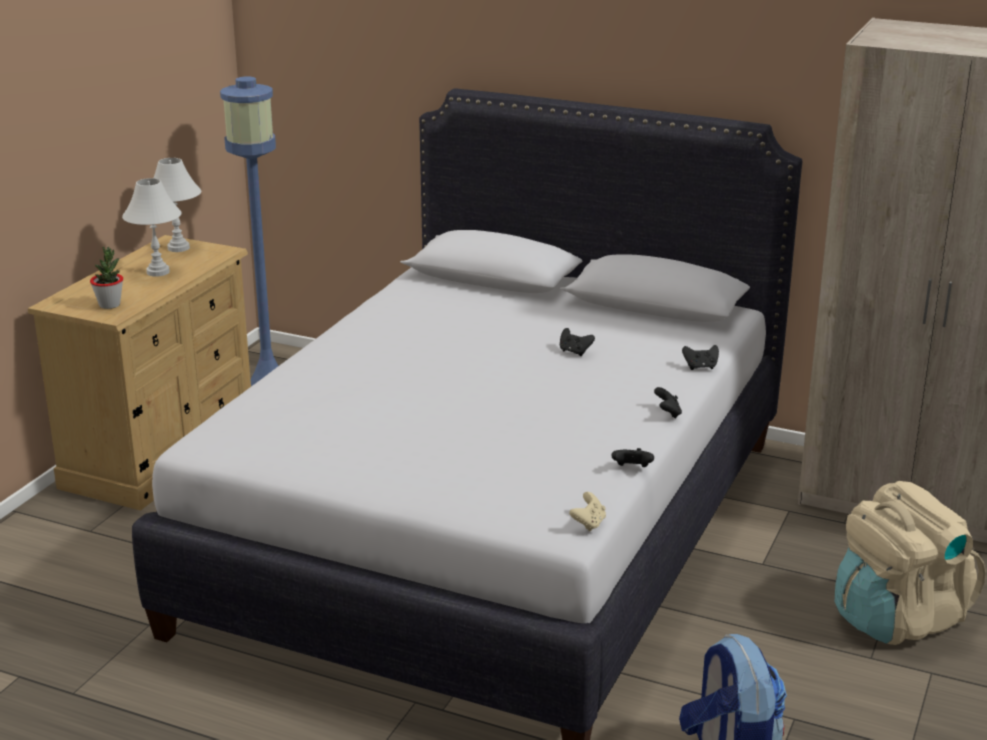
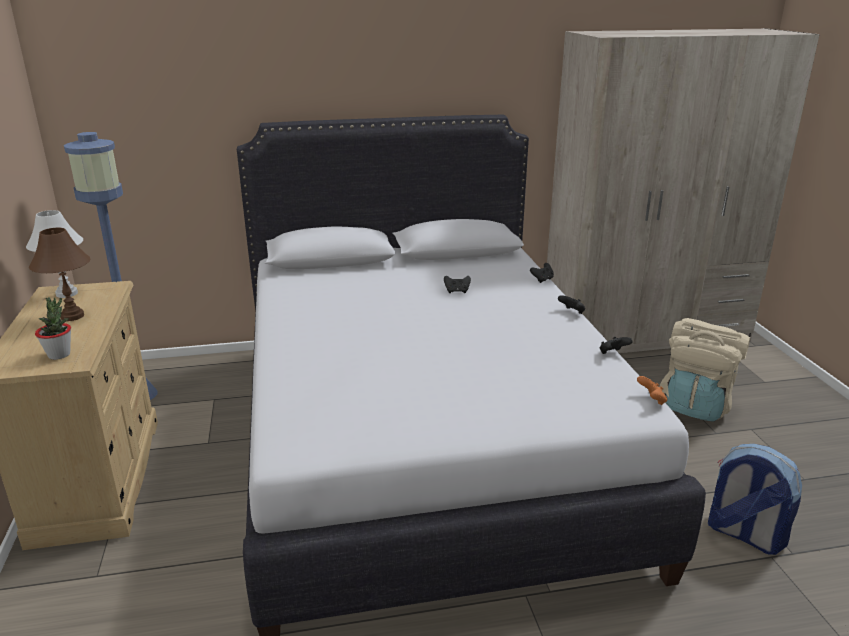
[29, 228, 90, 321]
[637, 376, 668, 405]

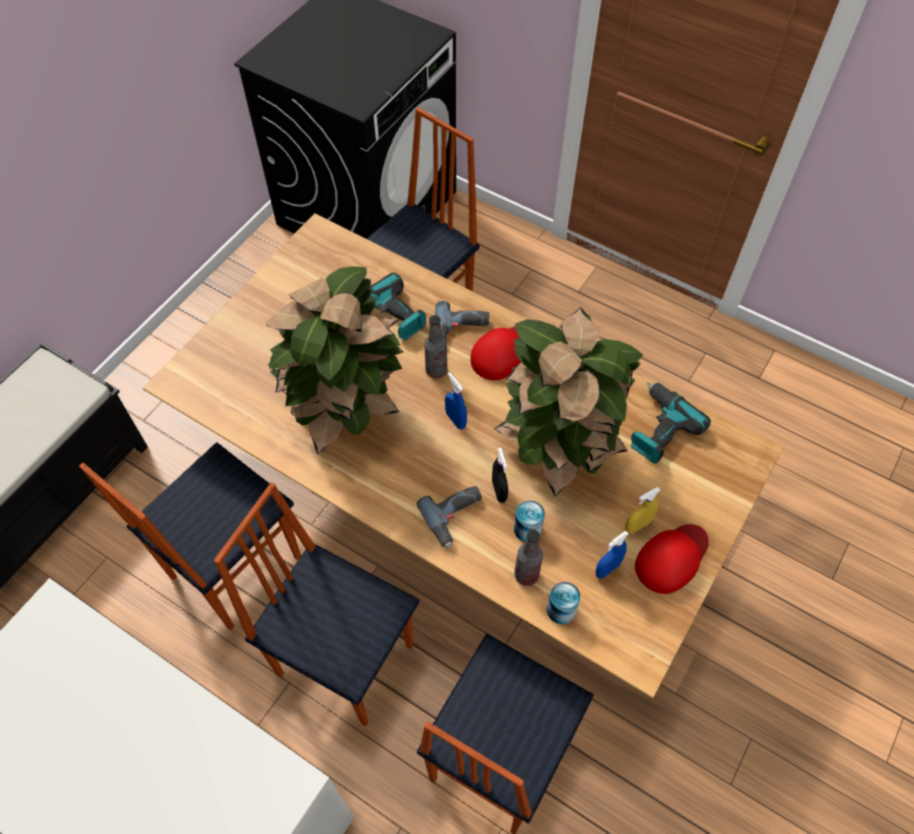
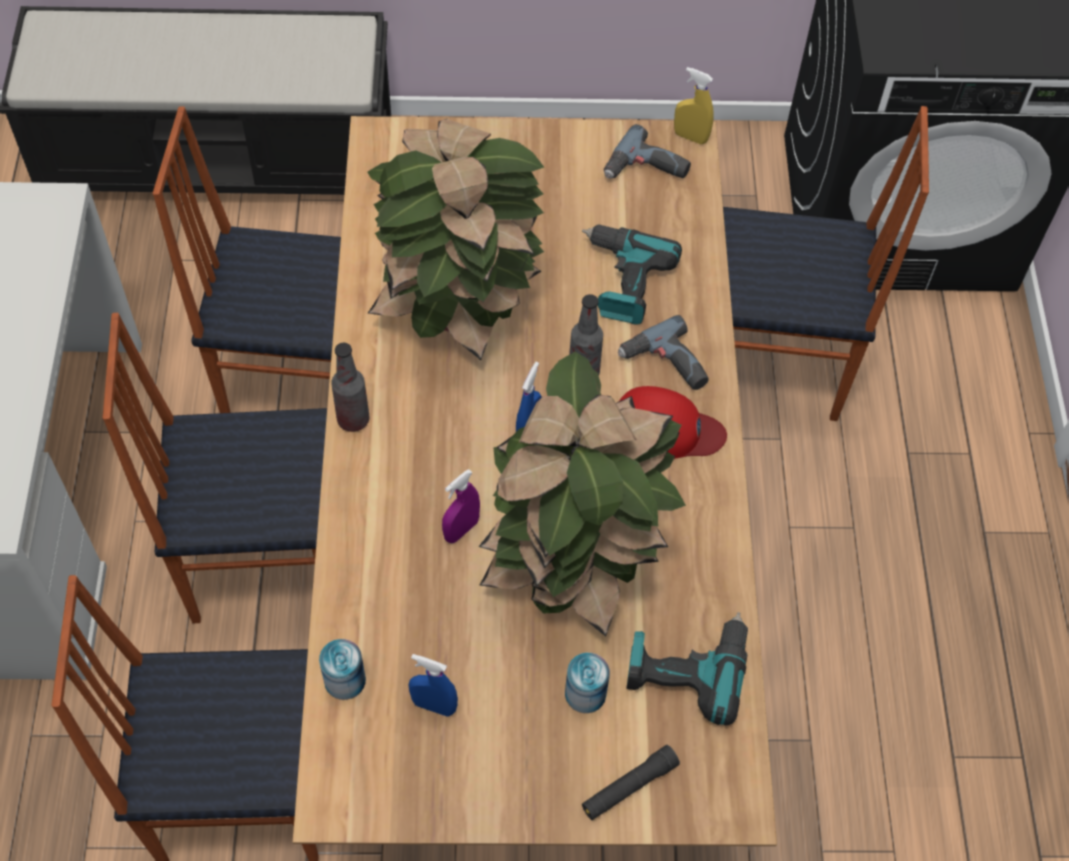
[635, 524, 709, 594] (first image)
[582, 745, 680, 820]
[604, 124, 691, 179]
[565, 653, 610, 713]
[331, 343, 369, 432]
[674, 67, 714, 144]
[442, 469, 480, 543]
[103, 313, 327, 623]

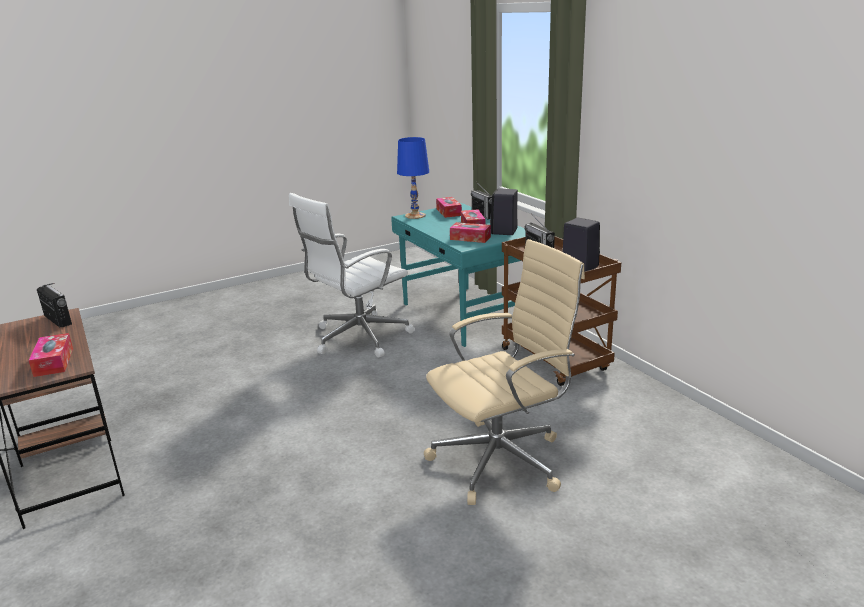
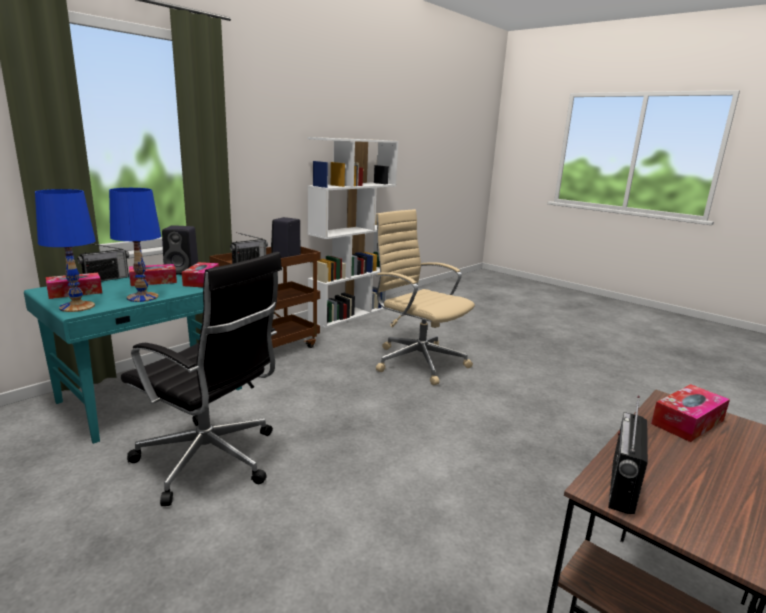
[109, 188, 161, 302]
[307, 137, 399, 328]
[121, 252, 282, 506]

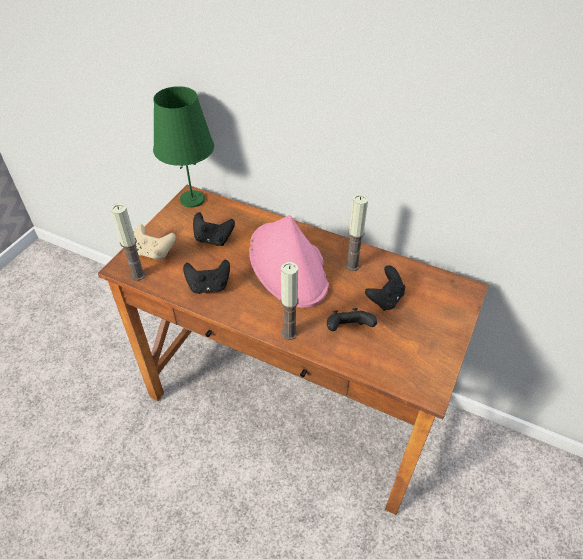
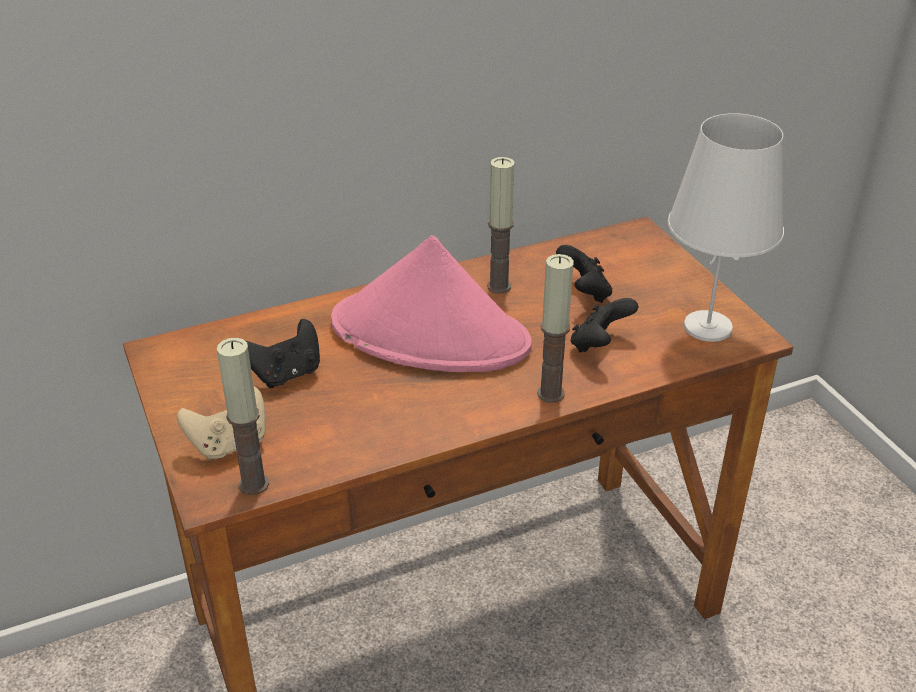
[153, 86, 214, 208] (first image)
[183, 260, 230, 294] (first image)
[668, 113, 784, 342]

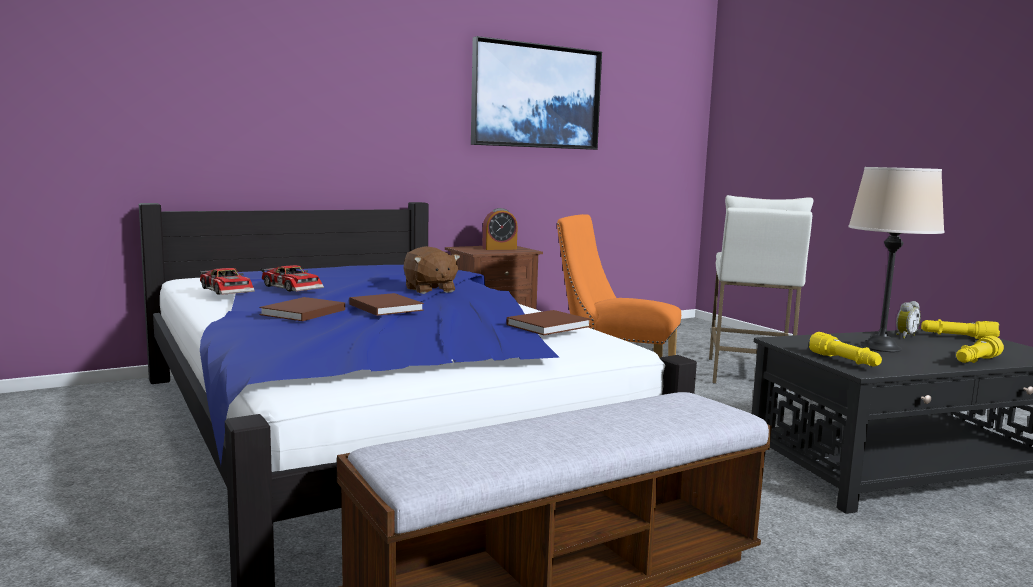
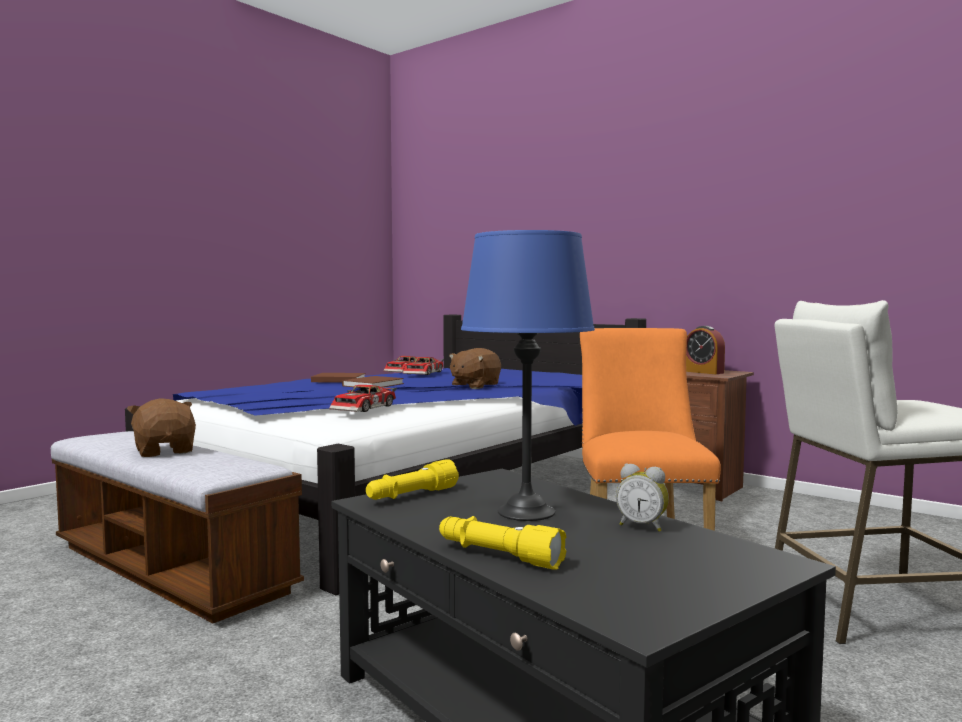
[471, 36, 602, 150] (first image)
[921, 319, 1000, 339] (first image)
[127, 398, 196, 457]
[329, 385, 397, 412]
[461, 230, 595, 521]

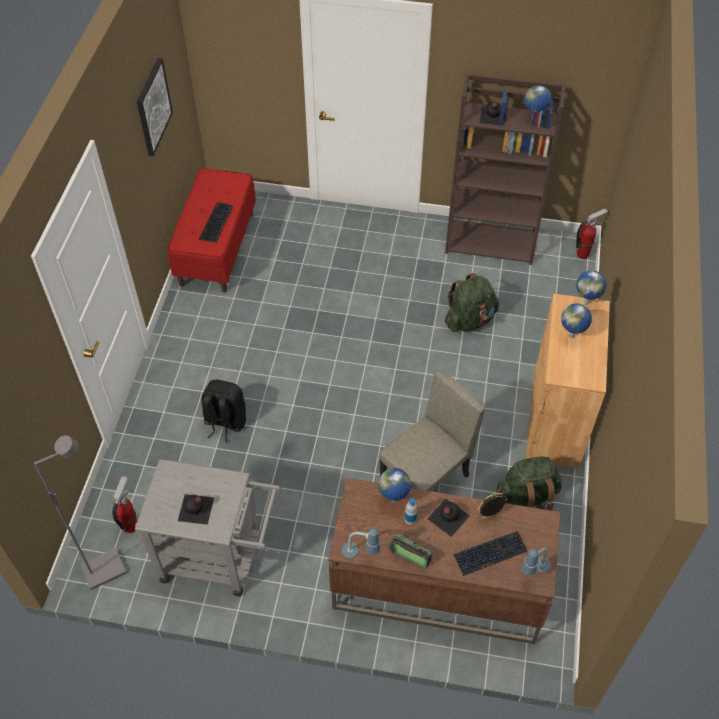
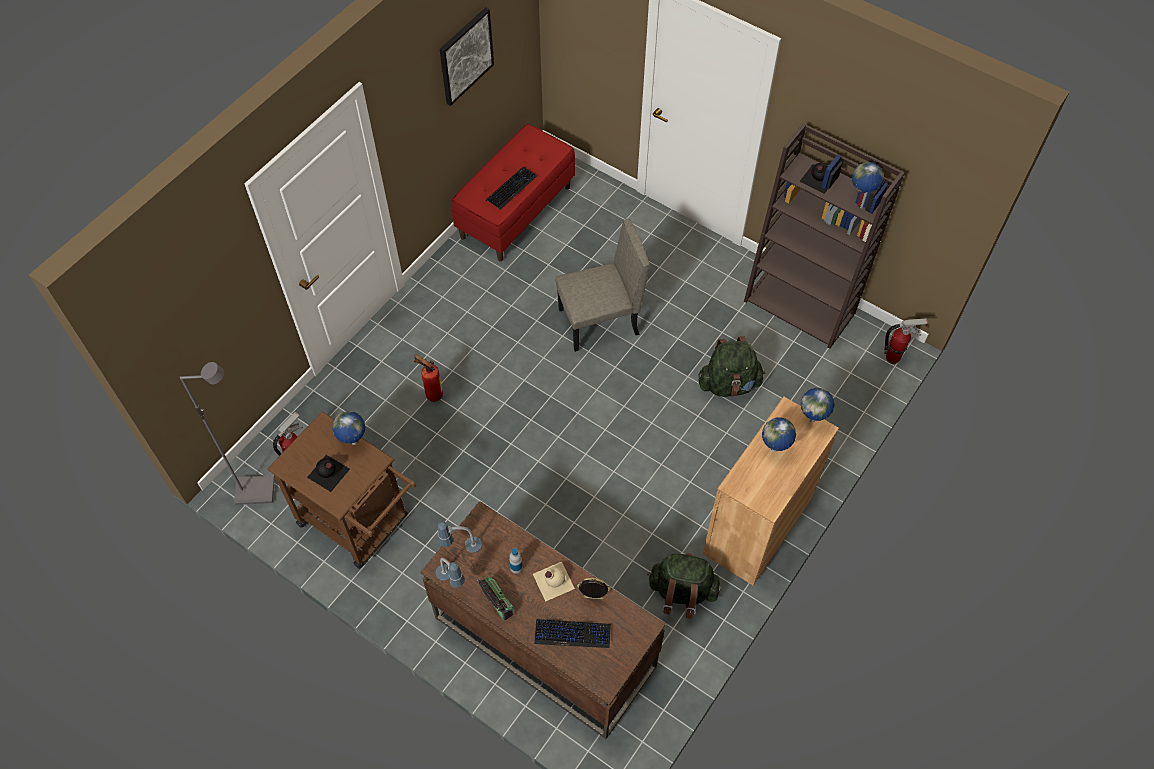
[332, 411, 365, 445]
[556, 219, 650, 352]
[438, 521, 482, 553]
[414, 354, 443, 402]
[267, 411, 416, 569]
[533, 562, 575, 602]

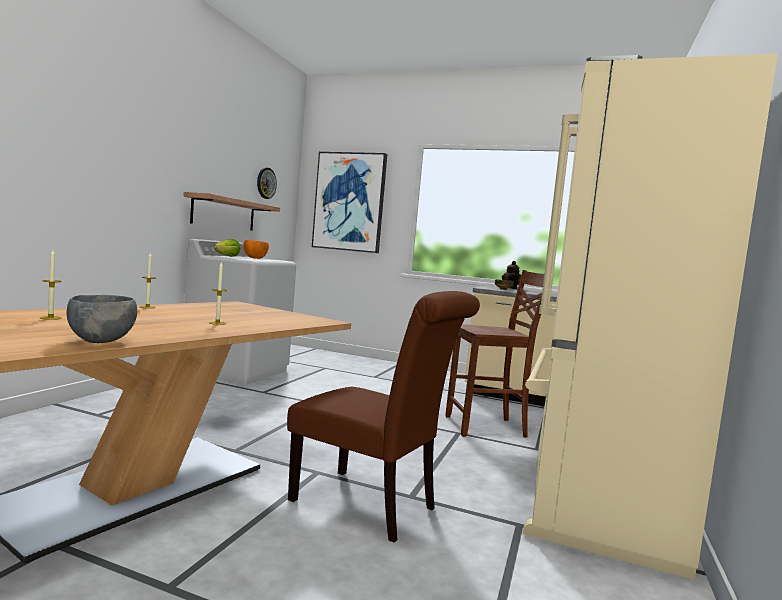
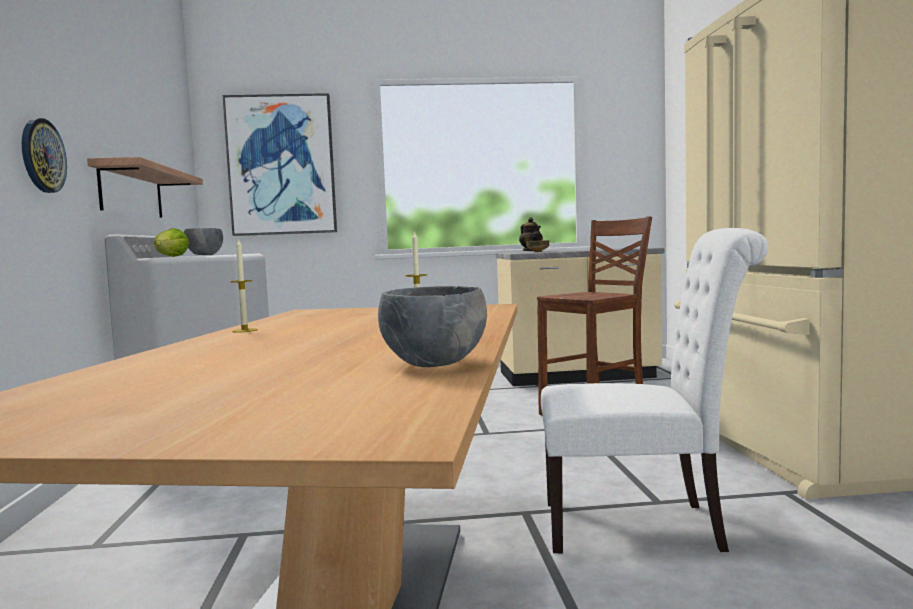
[40, 250, 62, 320] (first image)
[22, 118, 67, 193]
[184, 228, 223, 255]
[541, 228, 768, 553]

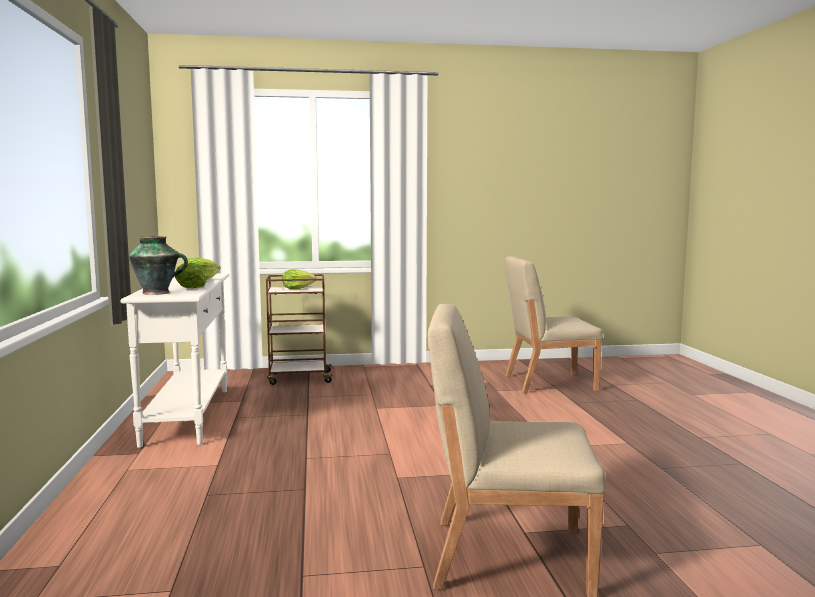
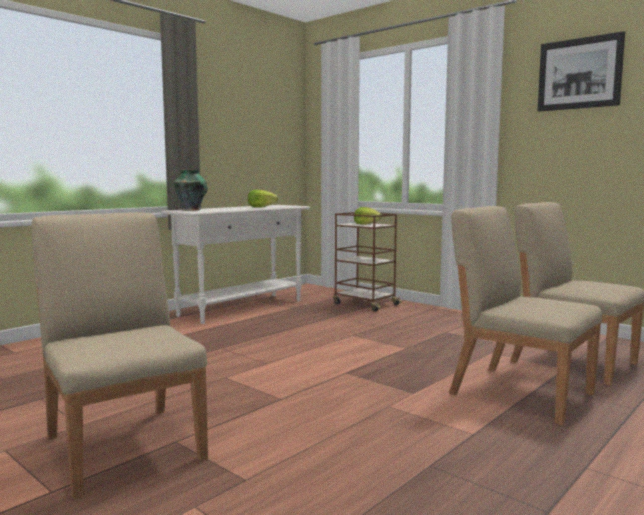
[175, 263, 207, 288] (first image)
[449, 206, 602, 425]
[537, 31, 625, 112]

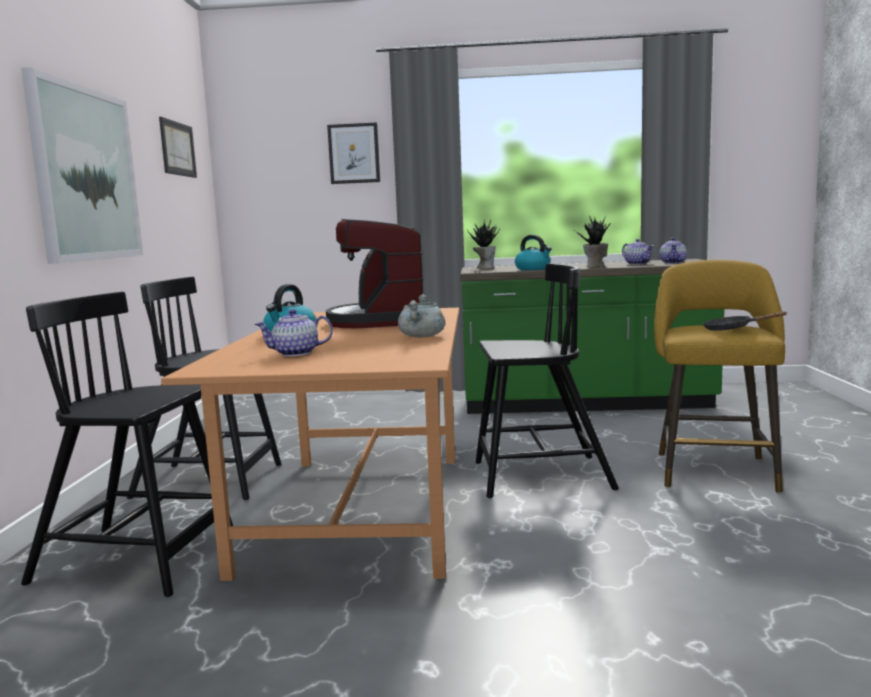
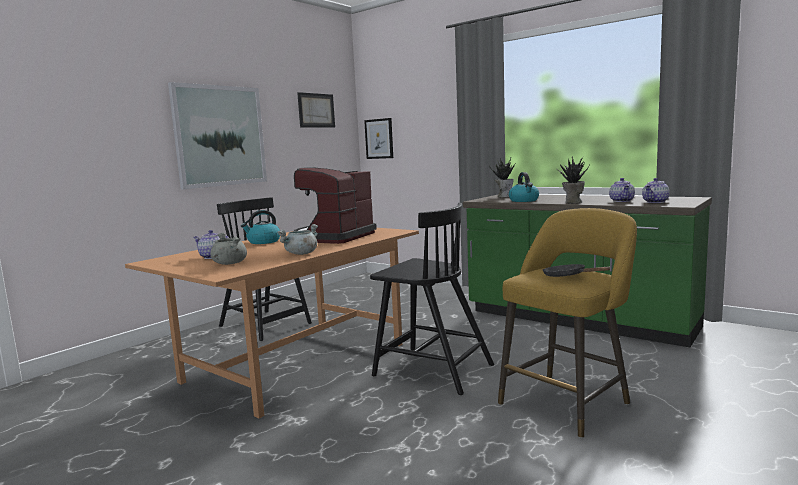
[21, 292, 233, 597] (first image)
[210, 233, 247, 265]
[364, 118, 393, 159]

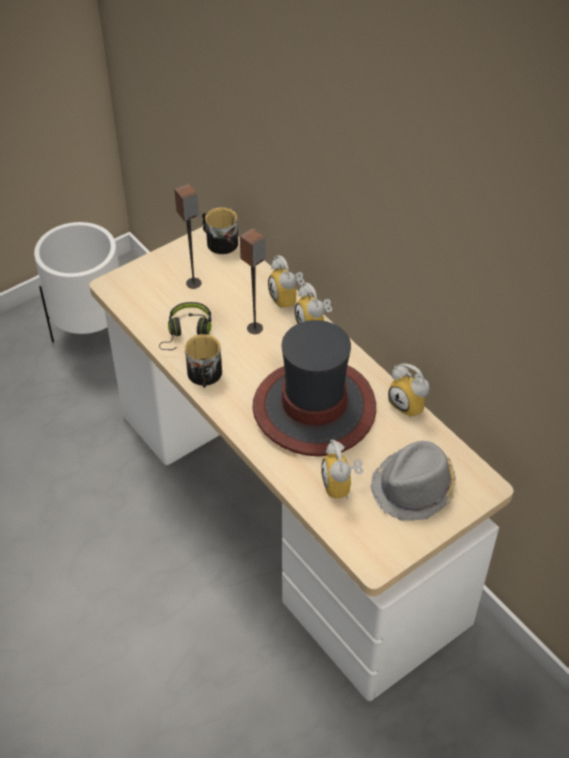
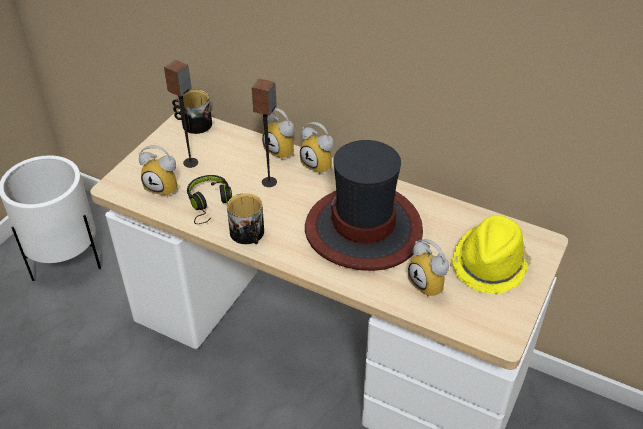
[139, 145, 178, 197]
[452, 215, 531, 294]

